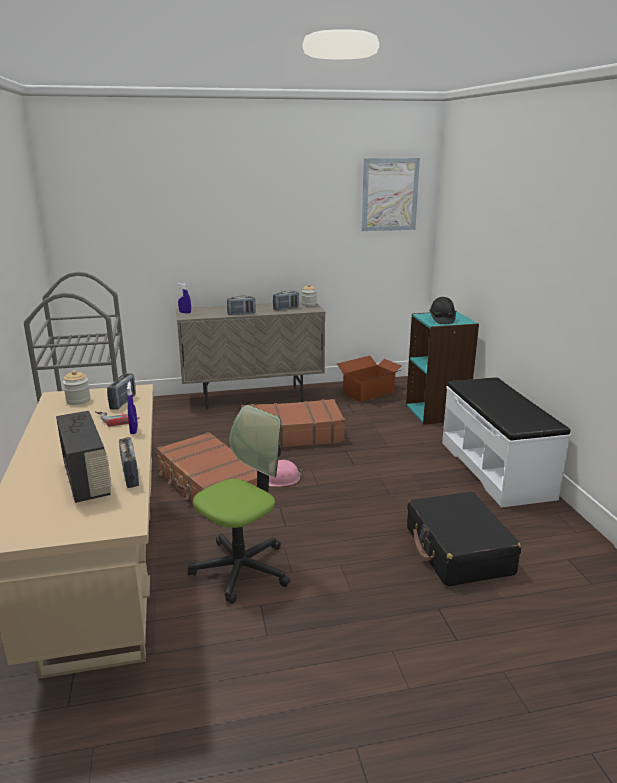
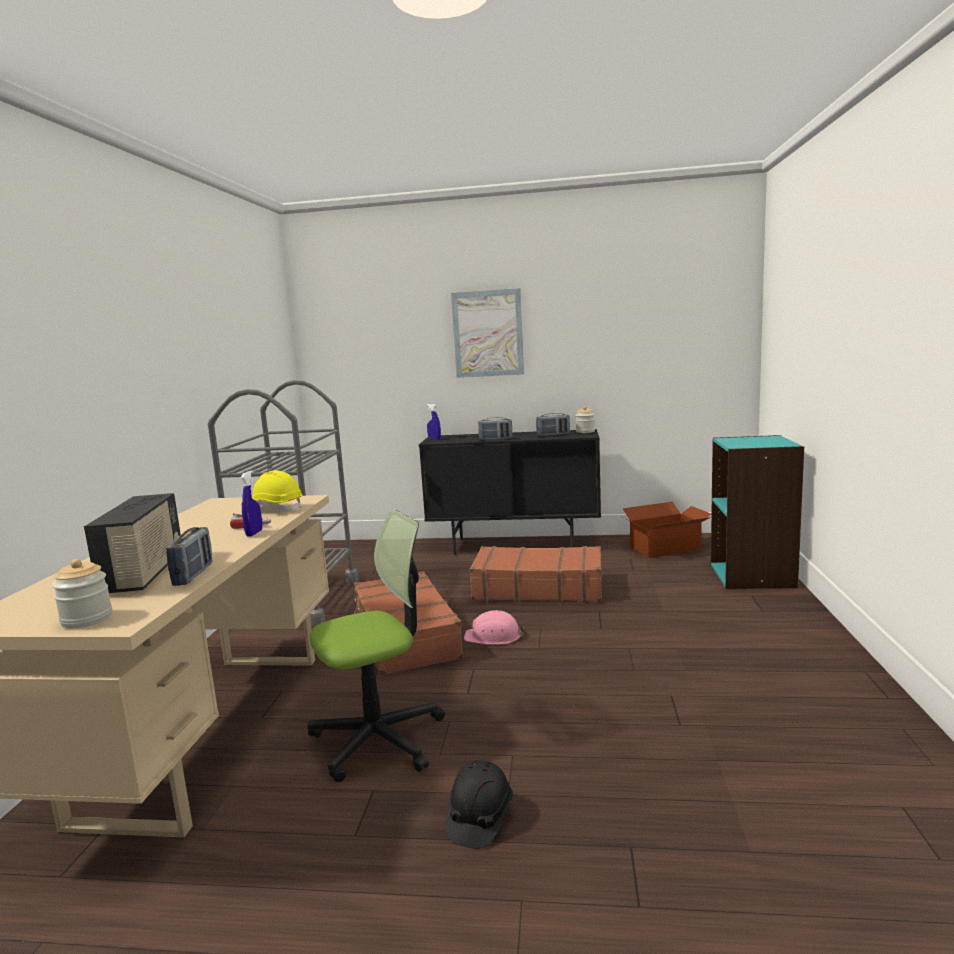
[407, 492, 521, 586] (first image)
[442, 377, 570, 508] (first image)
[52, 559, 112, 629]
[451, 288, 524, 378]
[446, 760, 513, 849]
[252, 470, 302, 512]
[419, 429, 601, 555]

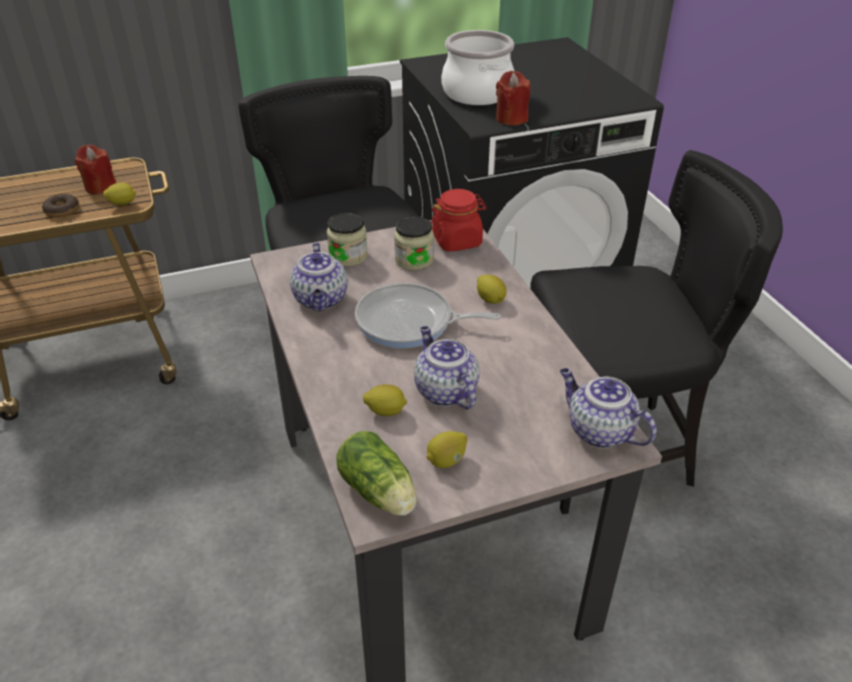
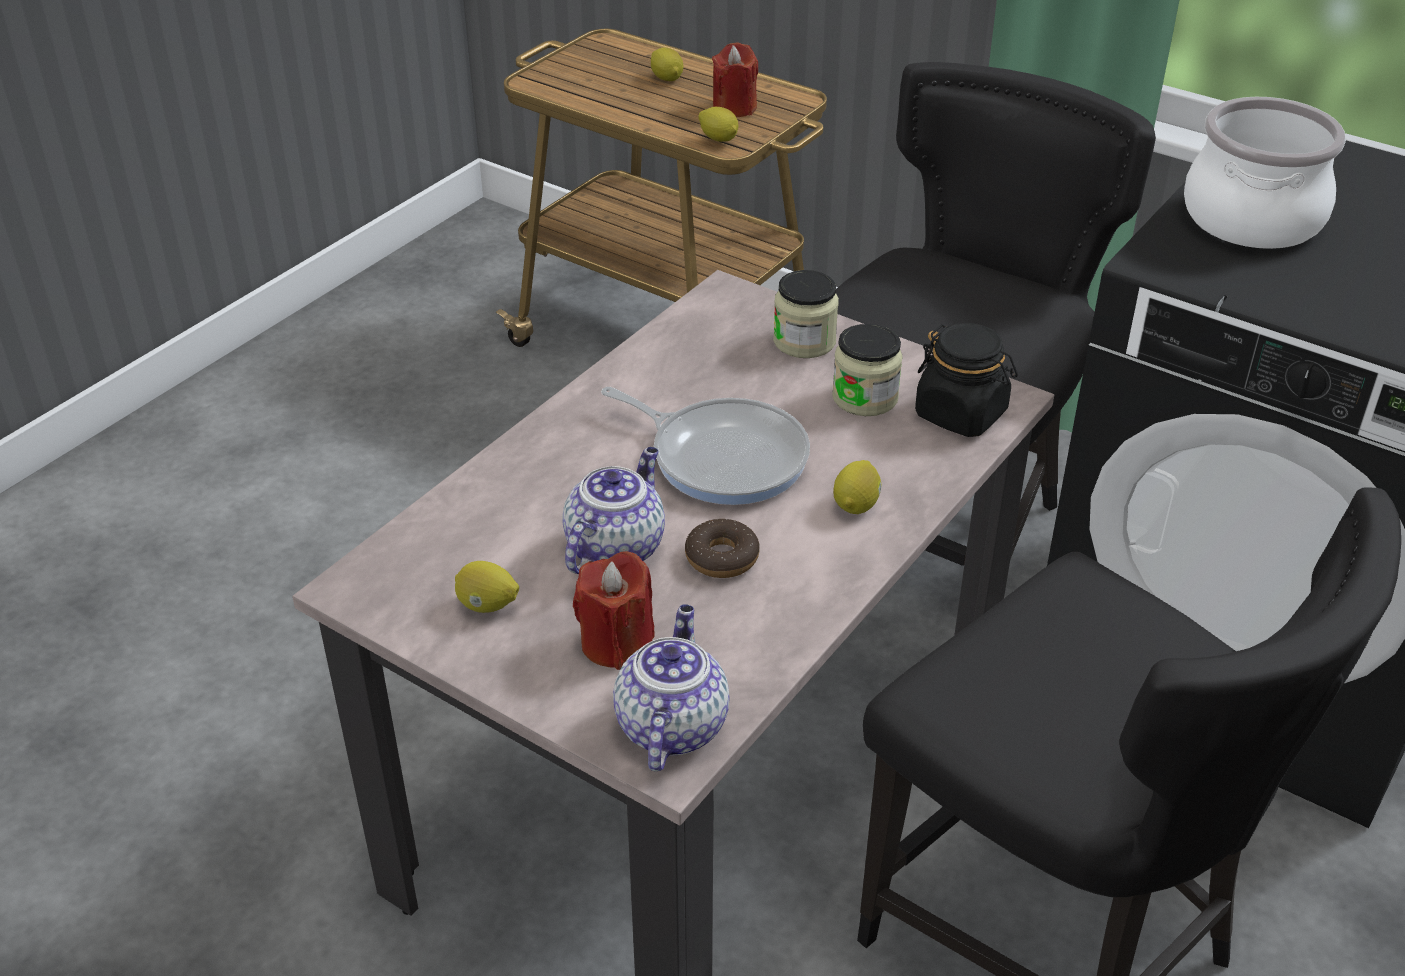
[290, 242, 348, 311] (first image)
[336, 431, 417, 516] (first image)
[685, 519, 760, 578]
[651, 47, 683, 81]
[573, 551, 655, 670]
[915, 323, 1018, 437]
[601, 387, 810, 505]

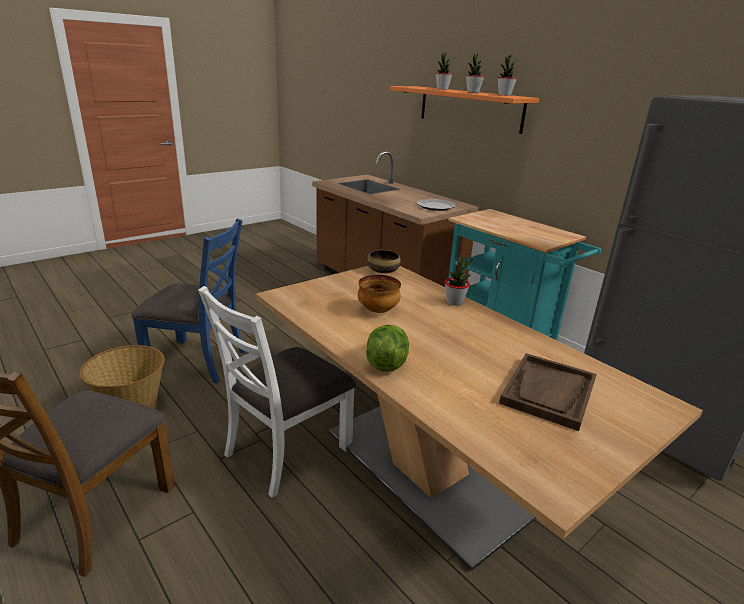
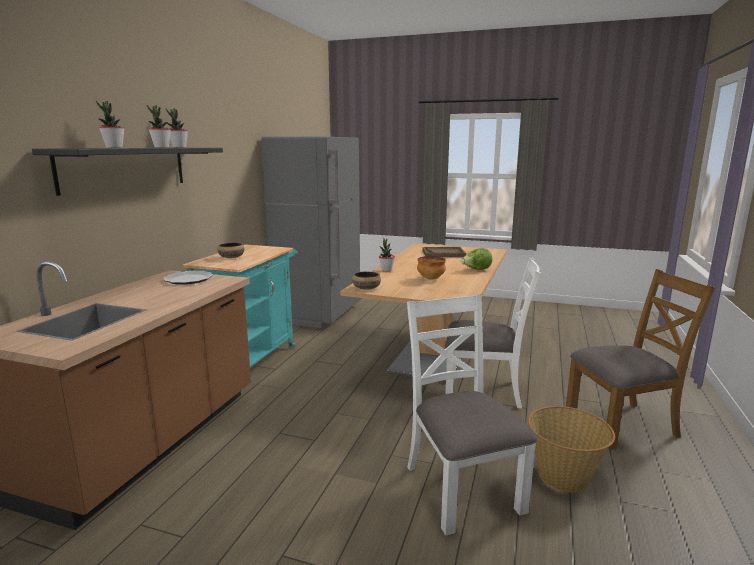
[217, 243, 244, 258]
[407, 294, 537, 535]
[32, 148, 223, 196]

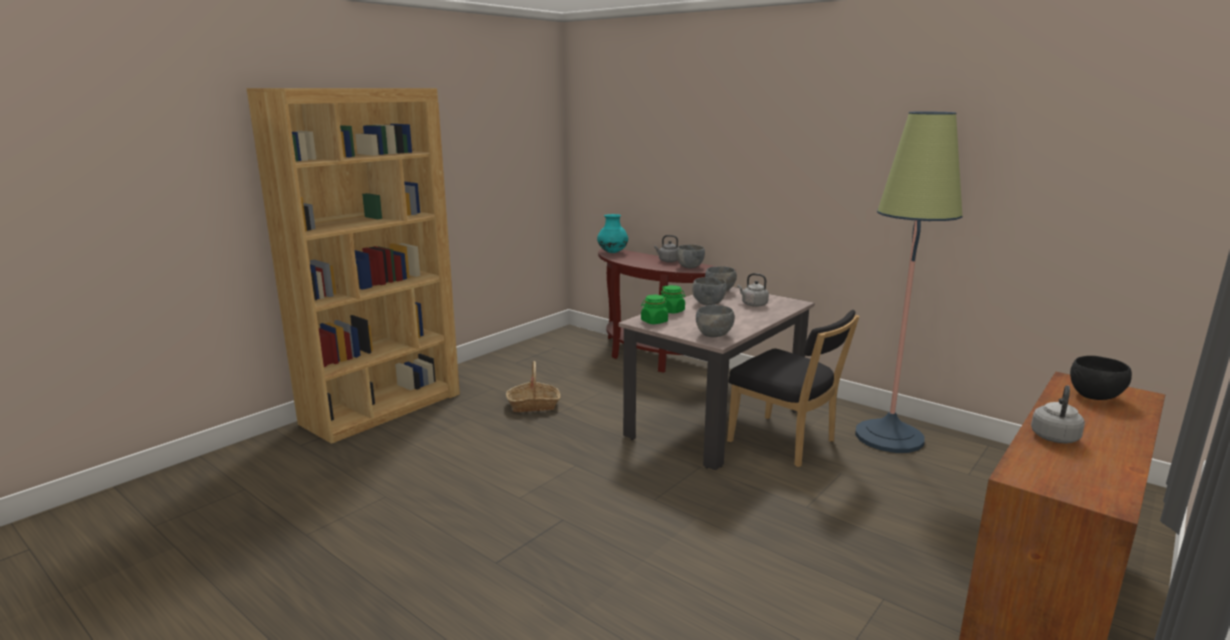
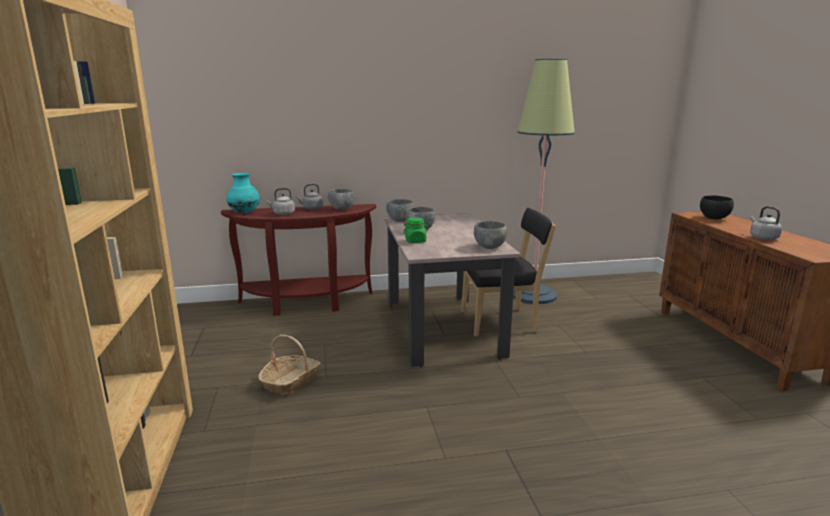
[641, 295, 668, 324] (first image)
[266, 188, 295, 215]

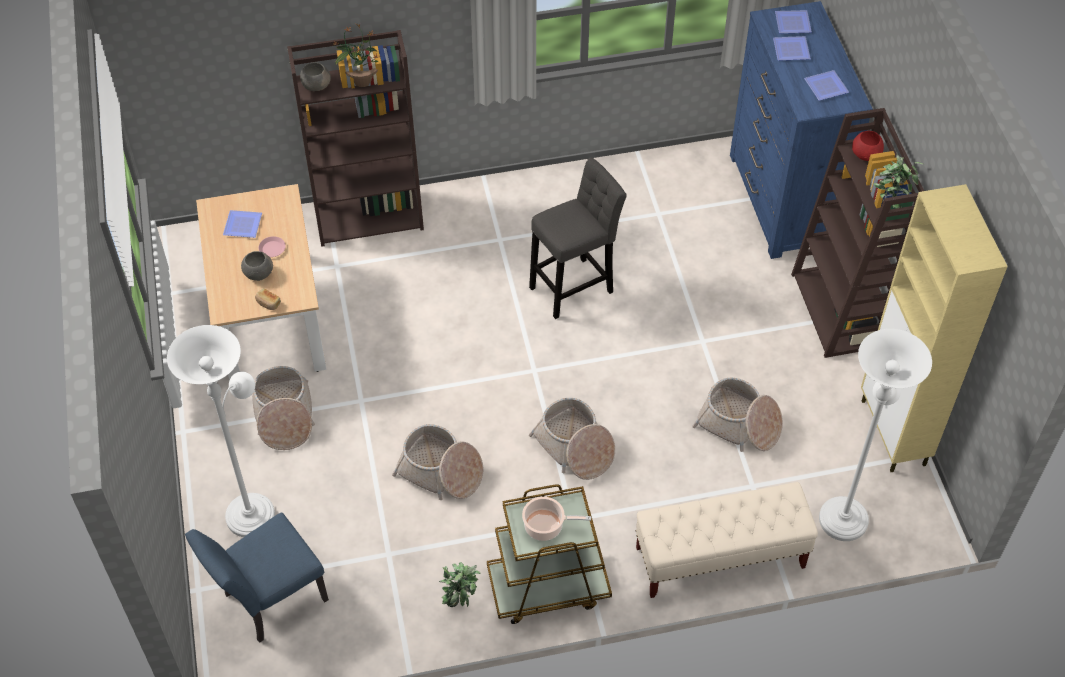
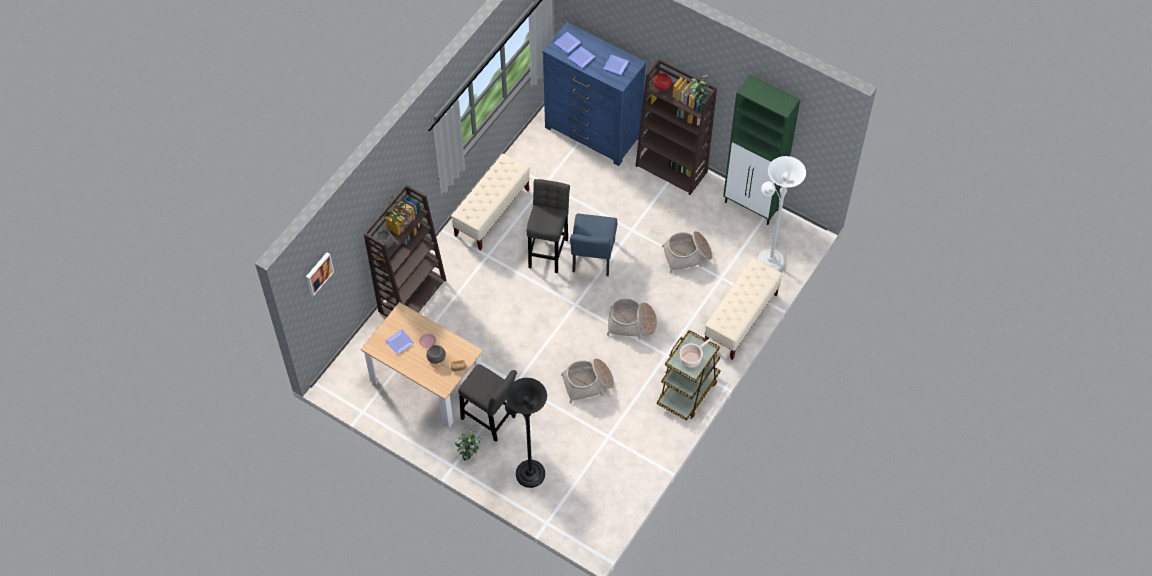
[306, 252, 334, 296]
[451, 154, 530, 251]
[570, 213, 617, 276]
[455, 430, 481, 461]
[458, 364, 517, 442]
[505, 378, 547, 488]
[723, 75, 800, 225]

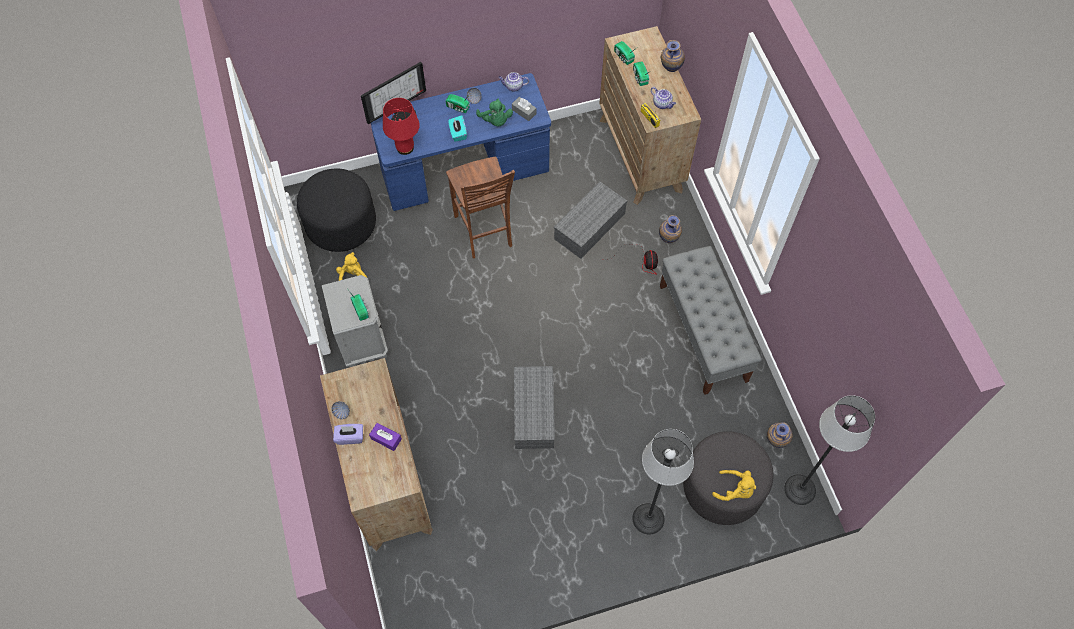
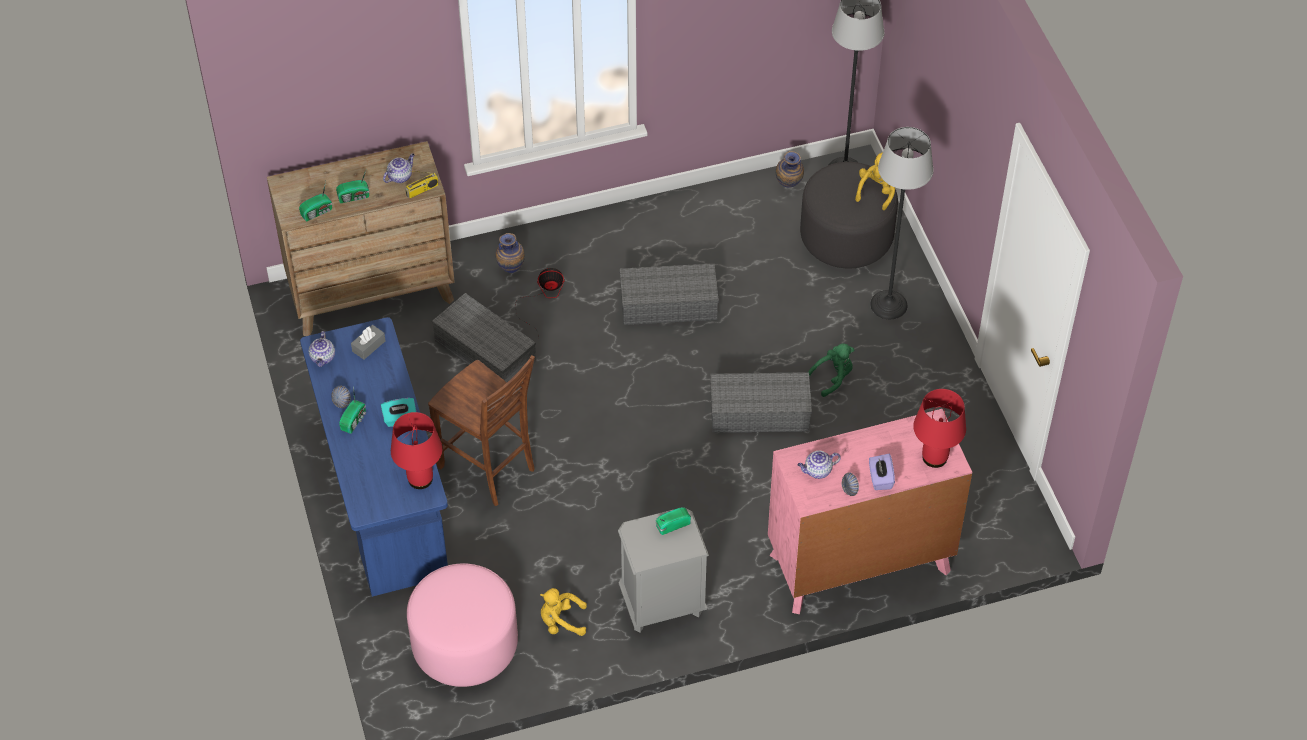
[361, 62, 426, 124] (first image)
[369, 423, 402, 451] (first image)
[660, 246, 762, 395] (first image)
[661, 40, 685, 72] (first image)
[620, 263, 719, 325]
[797, 451, 841, 479]
[913, 389, 966, 468]
[808, 344, 854, 397]
[407, 563, 518, 687]
[768, 409, 972, 614]
[428, 355, 535, 506]

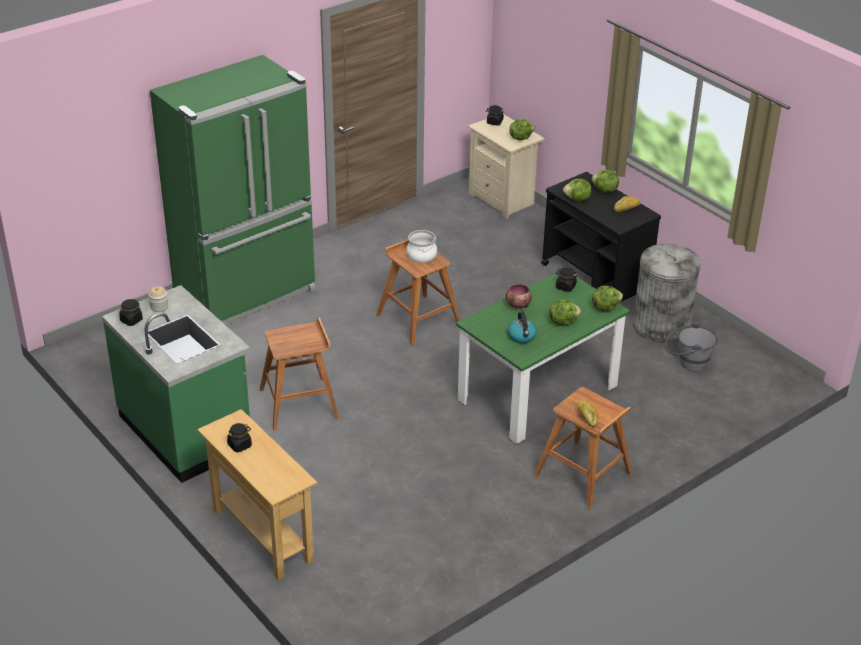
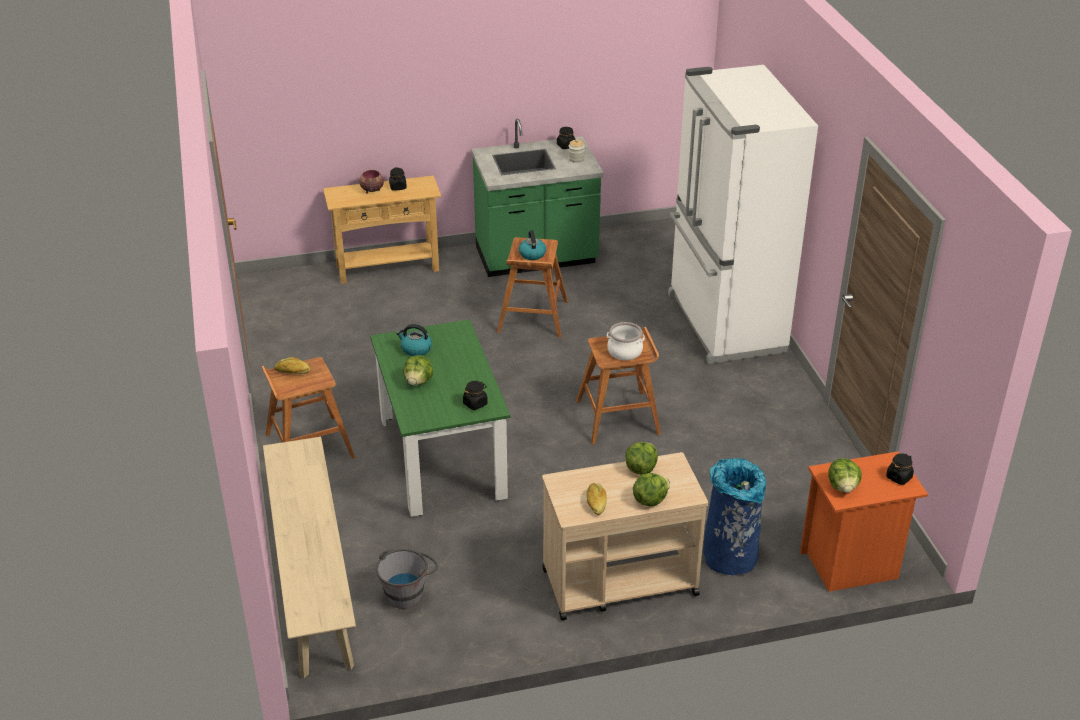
[592, 286, 623, 311] (first image)
[633, 244, 701, 343] (first image)
[263, 437, 356, 678]
[519, 230, 546, 260]
[703, 458, 766, 575]
[359, 170, 384, 194]
[668, 65, 818, 364]
[800, 451, 928, 592]
[542, 452, 708, 621]

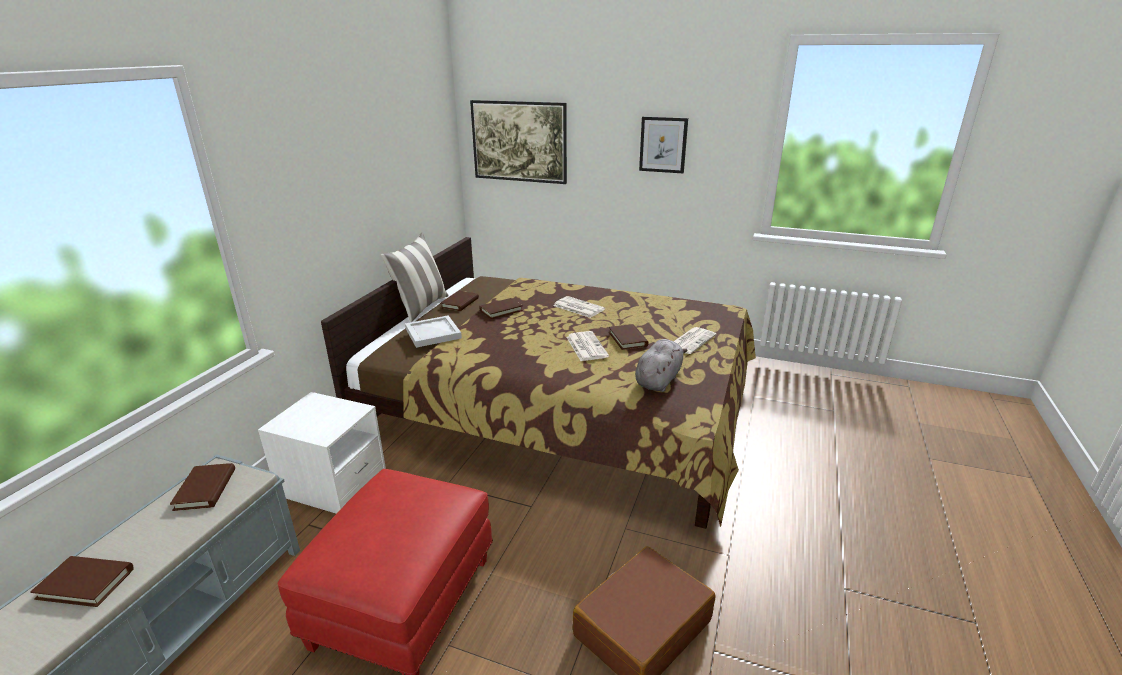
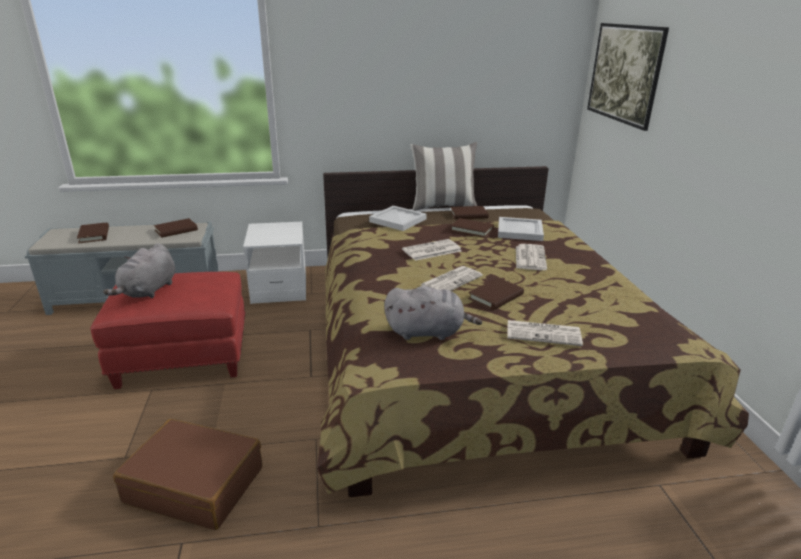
[639, 117, 688, 173] (first image)
[103, 243, 175, 298]
[402, 239, 461, 261]
[498, 217, 544, 241]

